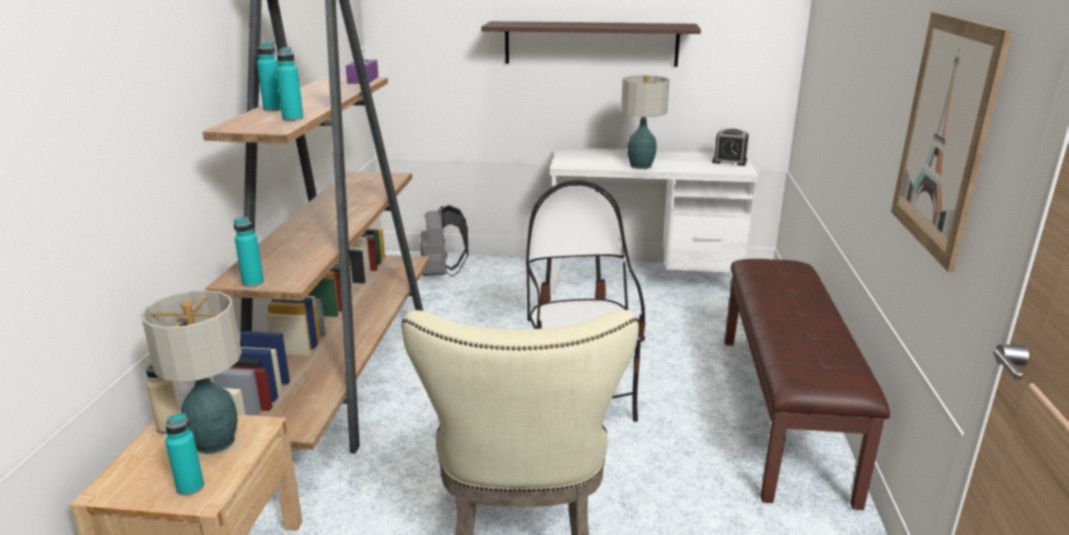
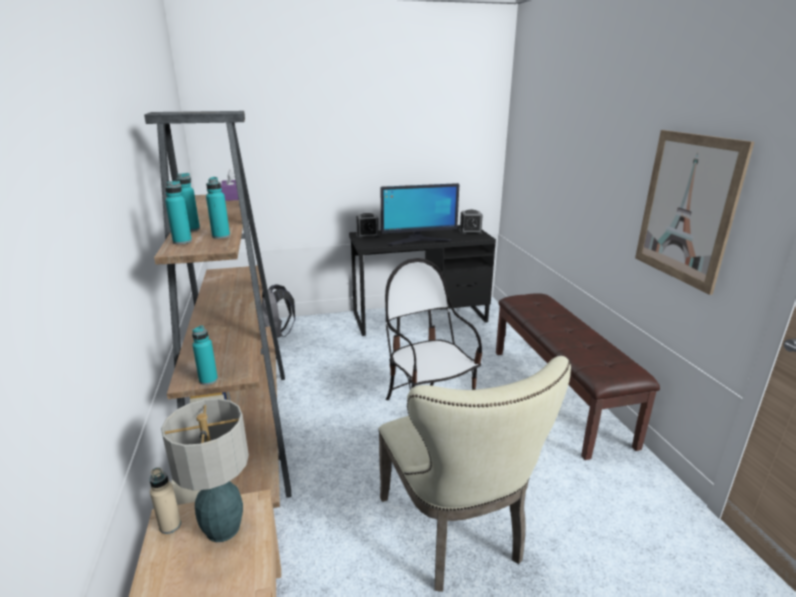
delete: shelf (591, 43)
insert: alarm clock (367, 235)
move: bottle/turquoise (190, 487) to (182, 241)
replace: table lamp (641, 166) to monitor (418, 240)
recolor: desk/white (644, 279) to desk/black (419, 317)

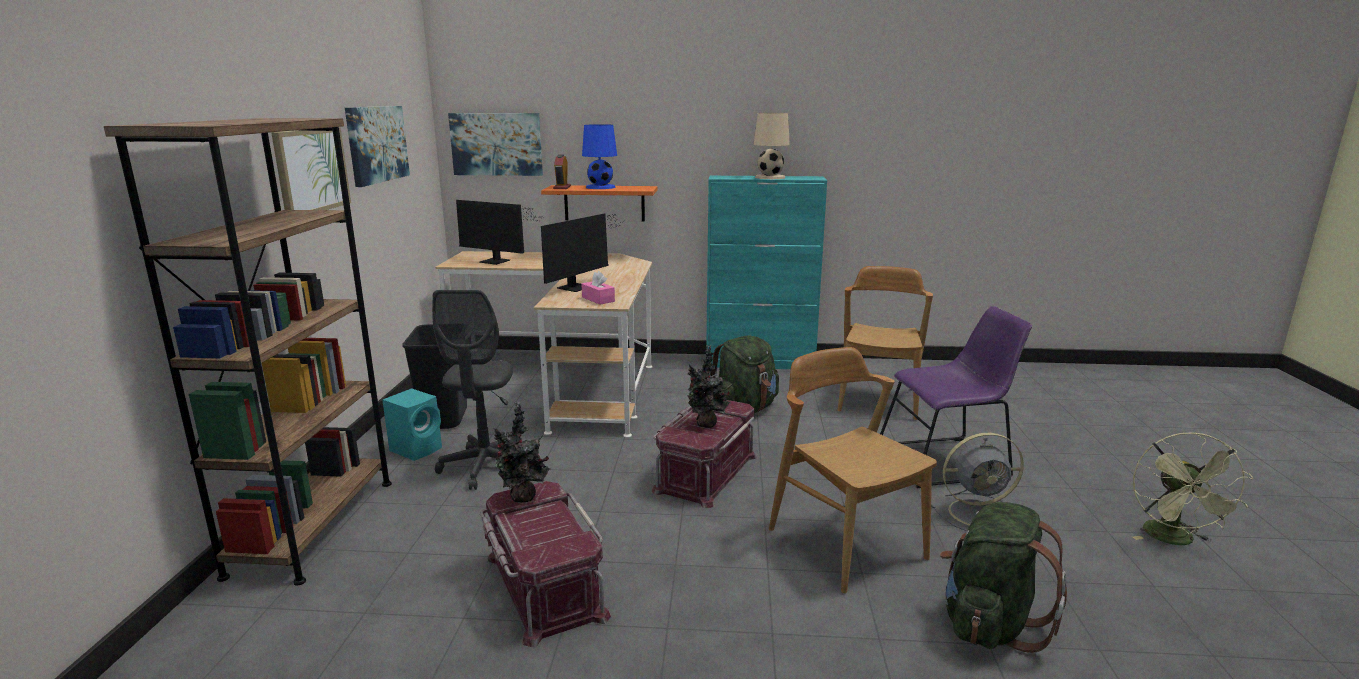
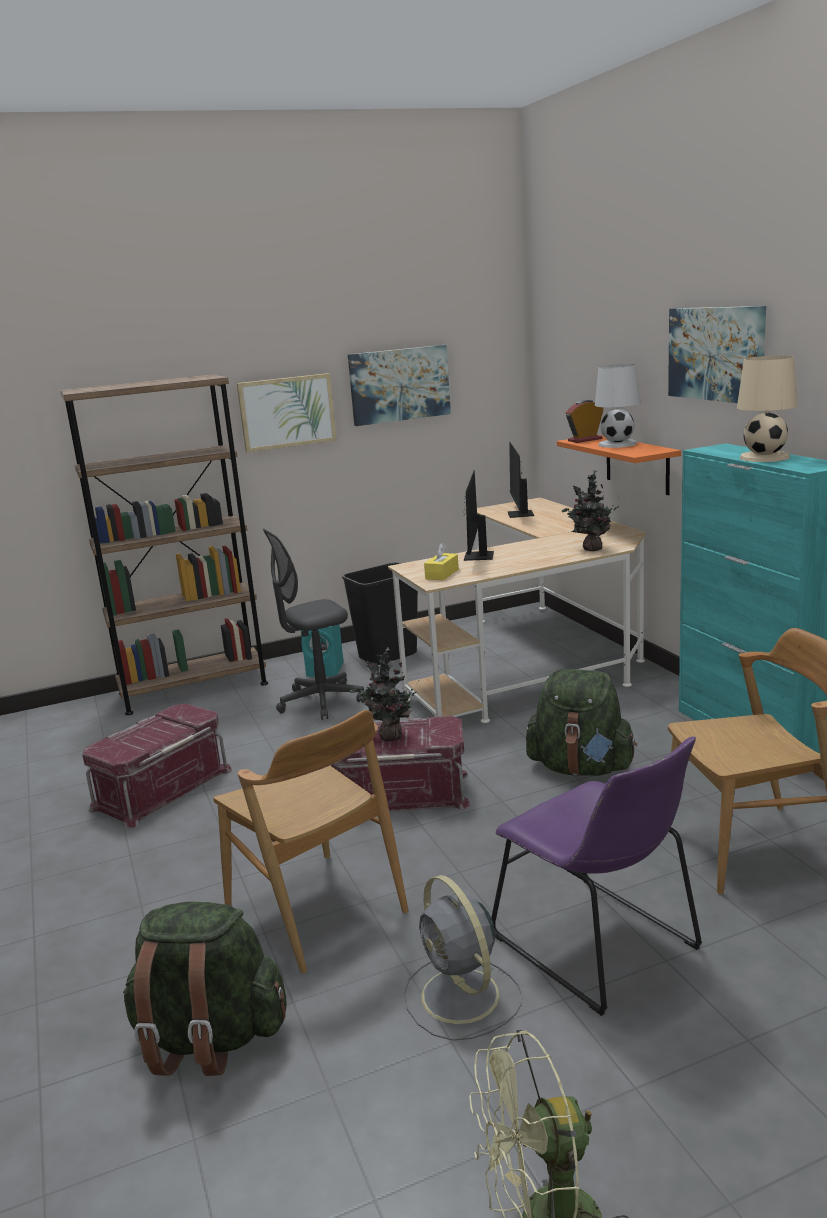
move: potted plant (522, 498) to (591, 549); picture (496, 144) to (716, 353)
recolor: tissue box/pink (598, 299) to tissue box/yellow (442, 574); table lamp/blue (600, 187) to table lamp/white (618, 444)
rotate: chair/brown (846, 543) = (316, 910) 105 degrees clockwise; monitor (579, 286) = (477, 557) 90 degrees clockwise

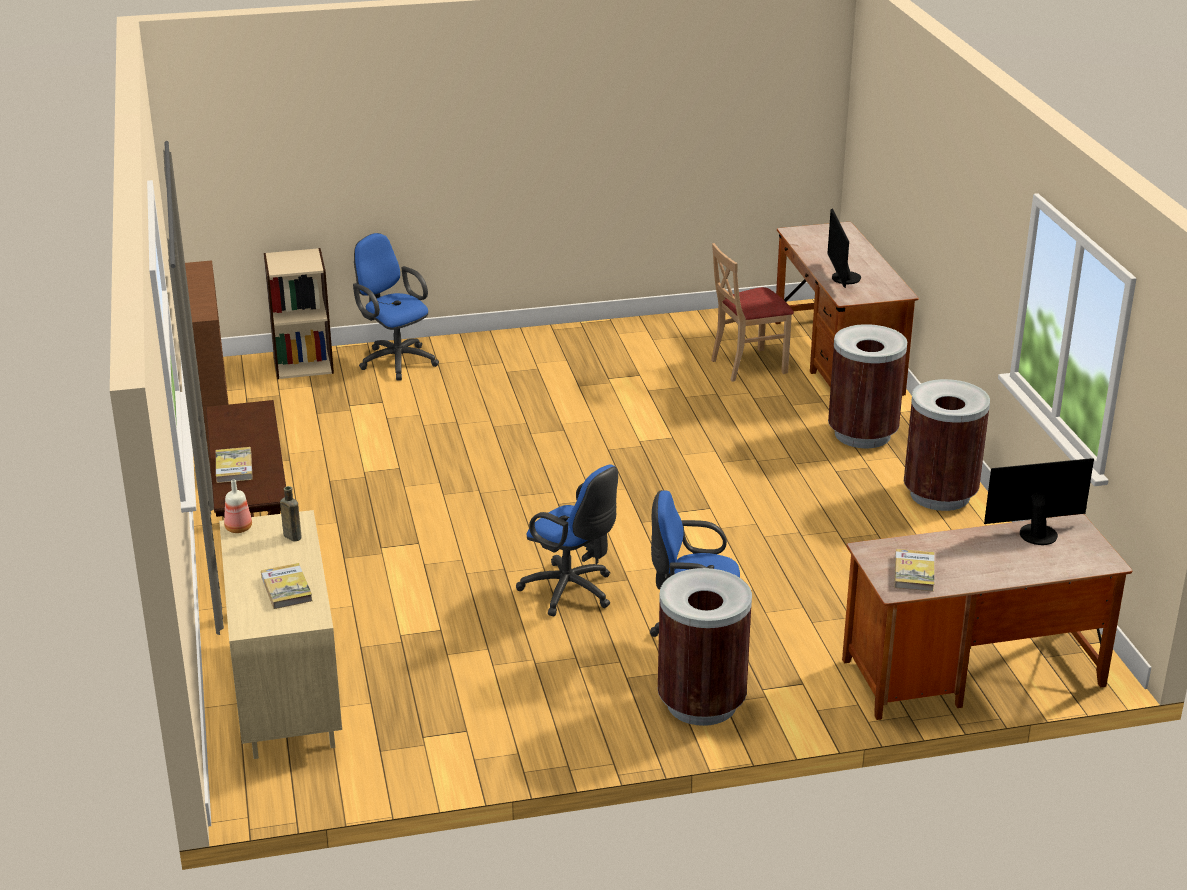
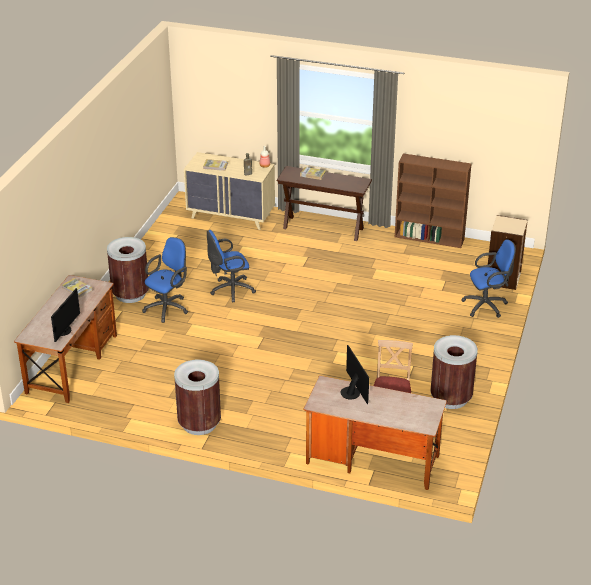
move: trash can/brown (863, 434) to (451, 398)
rotate: monitor (842, 278) = (352, 392) 45 degrees clockwise

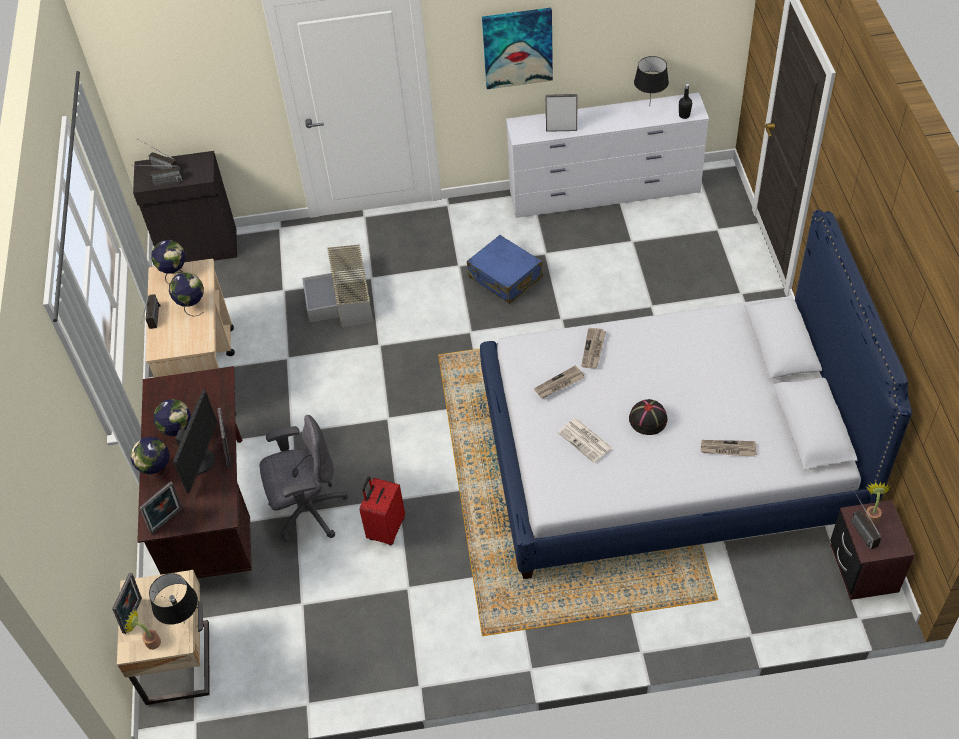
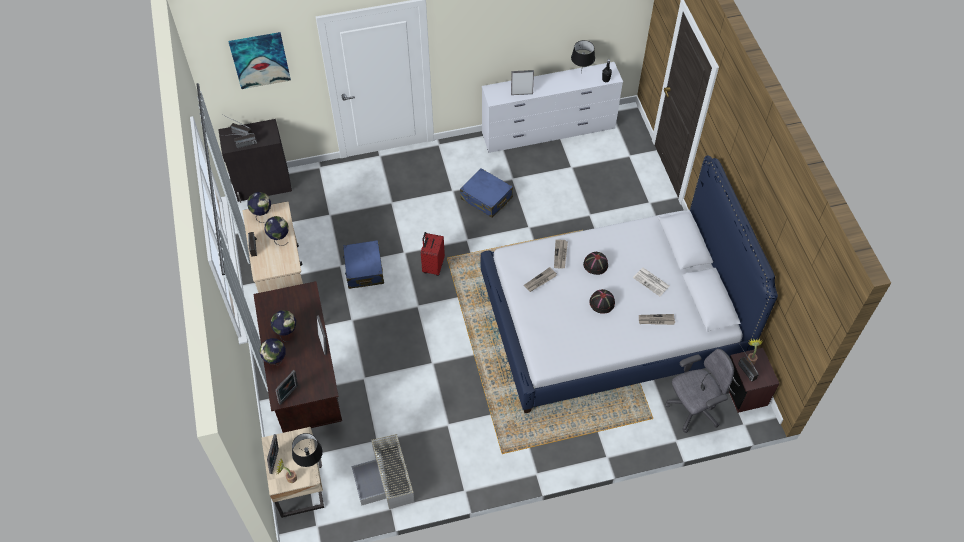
delete: monitor (200, 461)
insert: suitcase/blue (364, 269); hat/black (595, 264)
move: picture (517, 47) to (260, 59); storage box/grey (343, 299) to (386, 480); suitcase/red (385, 529) to (433, 266); newspaper (586, 441) to (651, 282); office chair/grey (307, 511) to (693, 409)

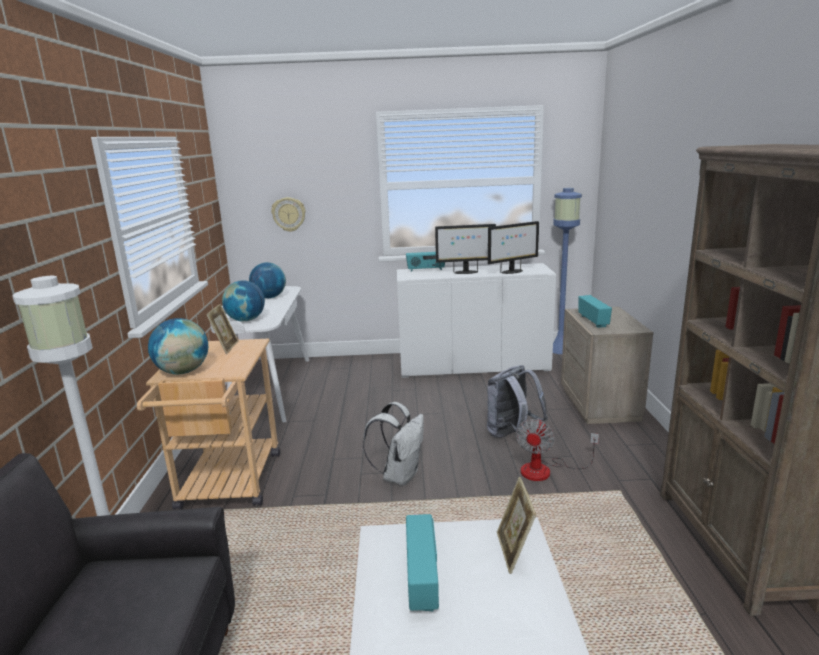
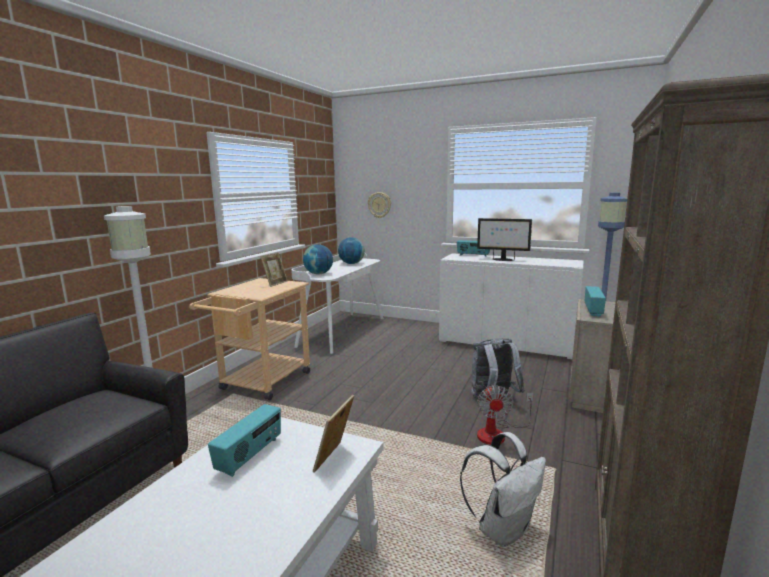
delete: globe (183, 372); monitor (512, 272)
move: backpack/white (400, 475) to (503, 529)
rotate: fan (545, 470) = (498, 433) 45 degrees counterclockwise

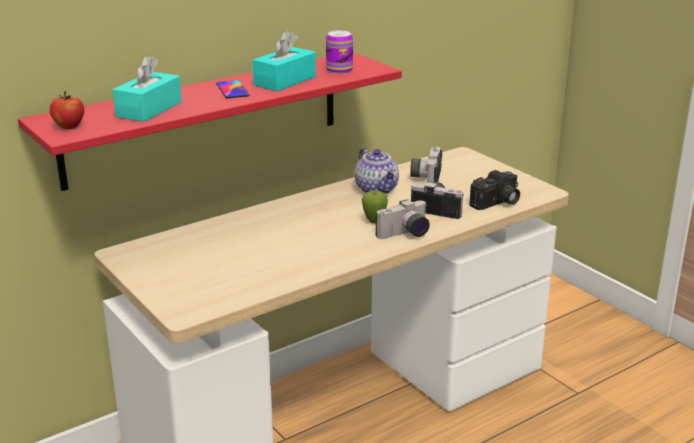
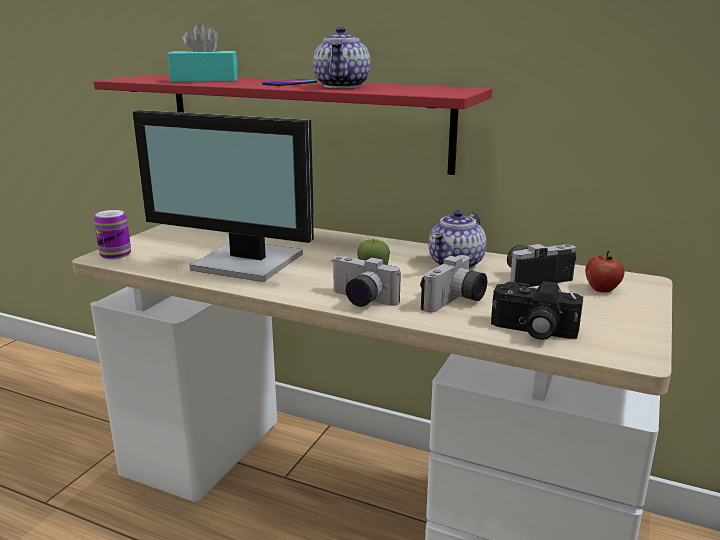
insert: monitor (247, 264)
move: can (339, 70) to (115, 255); apple (69, 127) to (602, 289)
replace: tissue box/turquoise (285, 81) to teapot (343, 86)
rotate: photo camera (438, 209) = (456, 302) 45 degrees clockwise

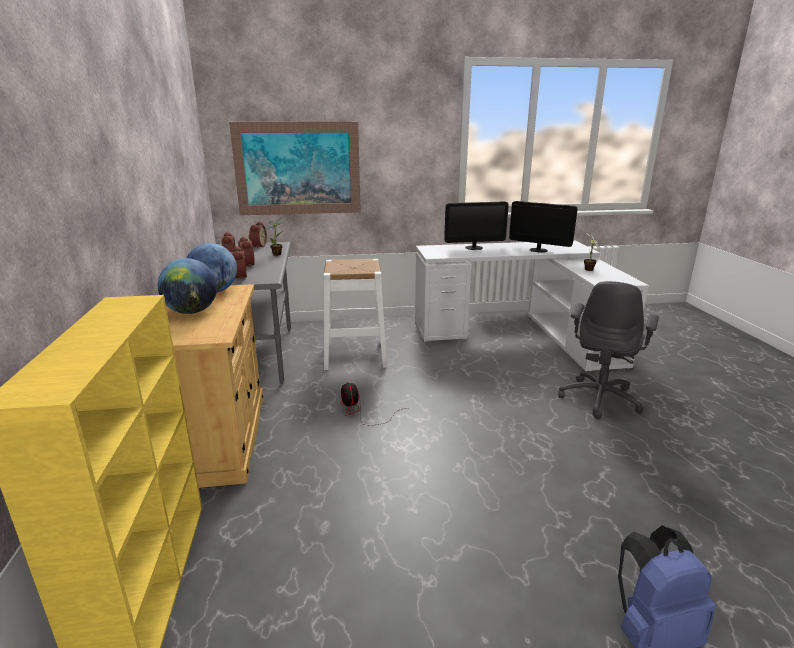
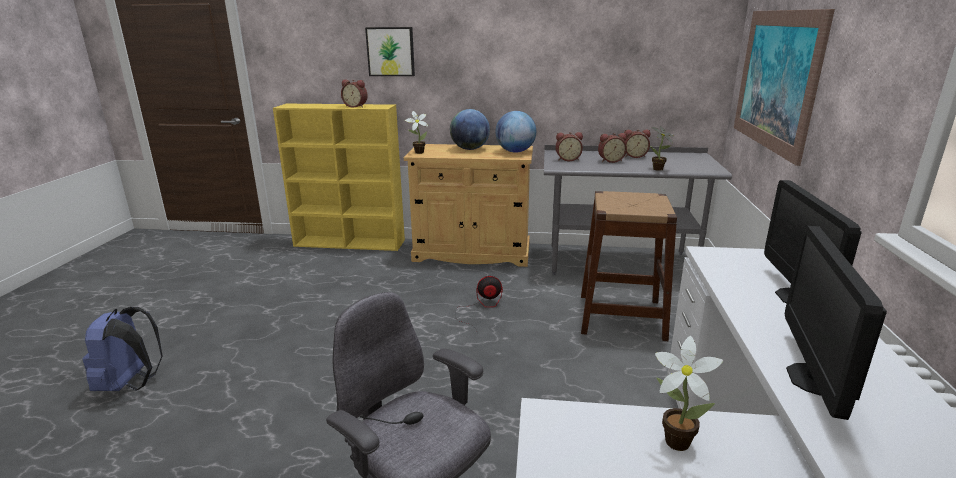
insert: picture (391, 51); potted plant (417, 152)
move: alarm clock (257, 246) to (356, 106)
recolor: stool/white (355, 354) to stool/brown (621, 316)
rotate: monitor (538, 250) = (812, 379) 150 degrees clockwise

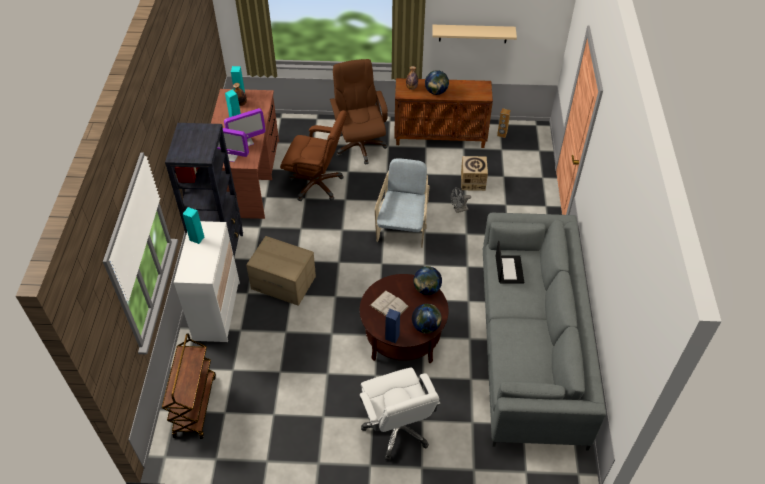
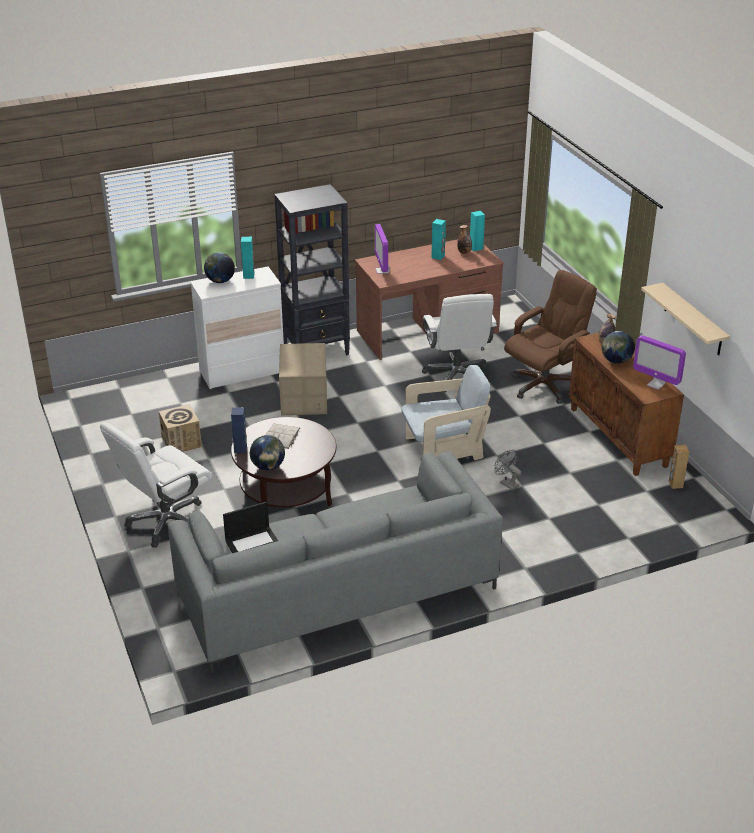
delete: cart/brown (194, 405)
move: cardboard box (472, 181) to (181, 442); globe (427, 289) to (220, 281); laptop (508, 269) to (253, 543); monitor (247, 142) to (656, 384)
recolor: office chair/brown (316, 184) to office chair/white (457, 375)

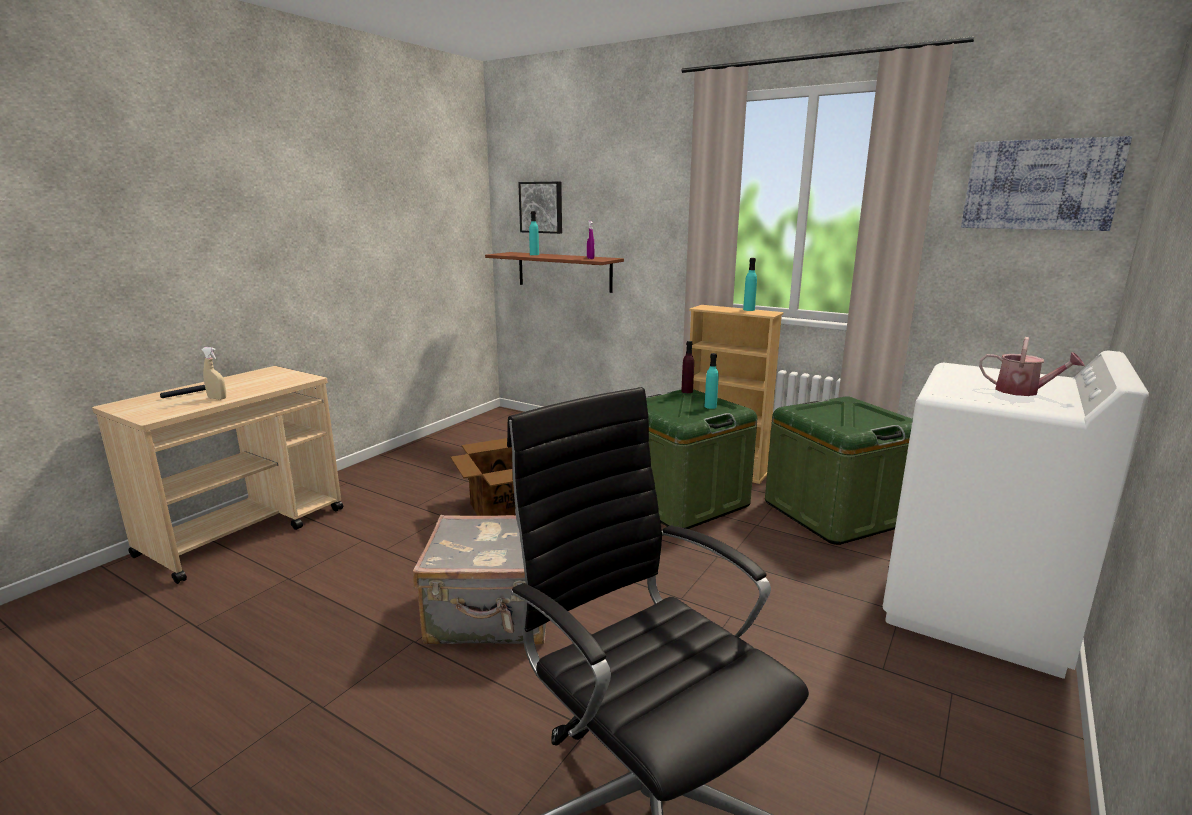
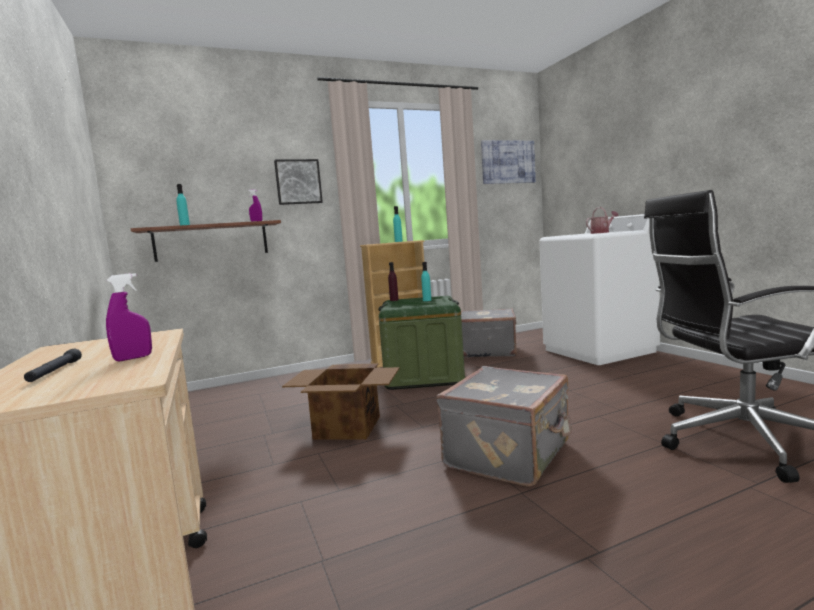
move: picture (542, 207) to (298, 182)
replace: storage box/green (835, 512) to suitcase/grey (487, 351)
recolor: spray bottle/beige (217, 398) to spray bottle/purple (133, 358)

